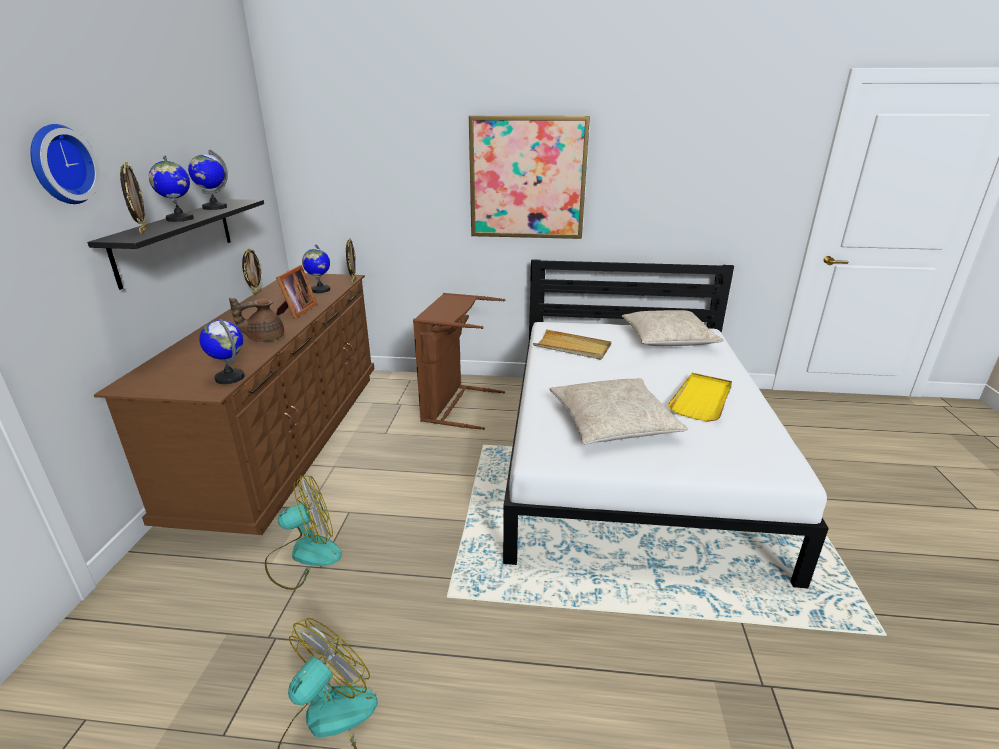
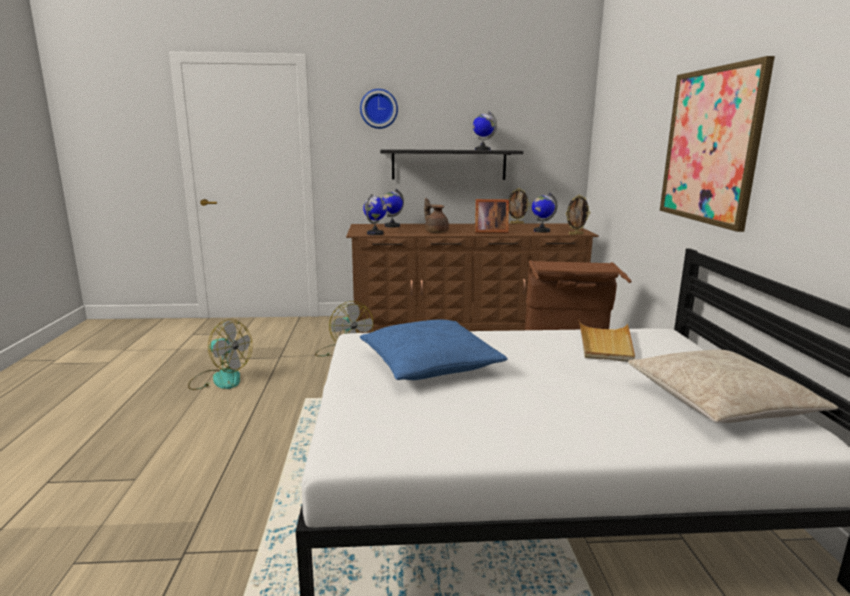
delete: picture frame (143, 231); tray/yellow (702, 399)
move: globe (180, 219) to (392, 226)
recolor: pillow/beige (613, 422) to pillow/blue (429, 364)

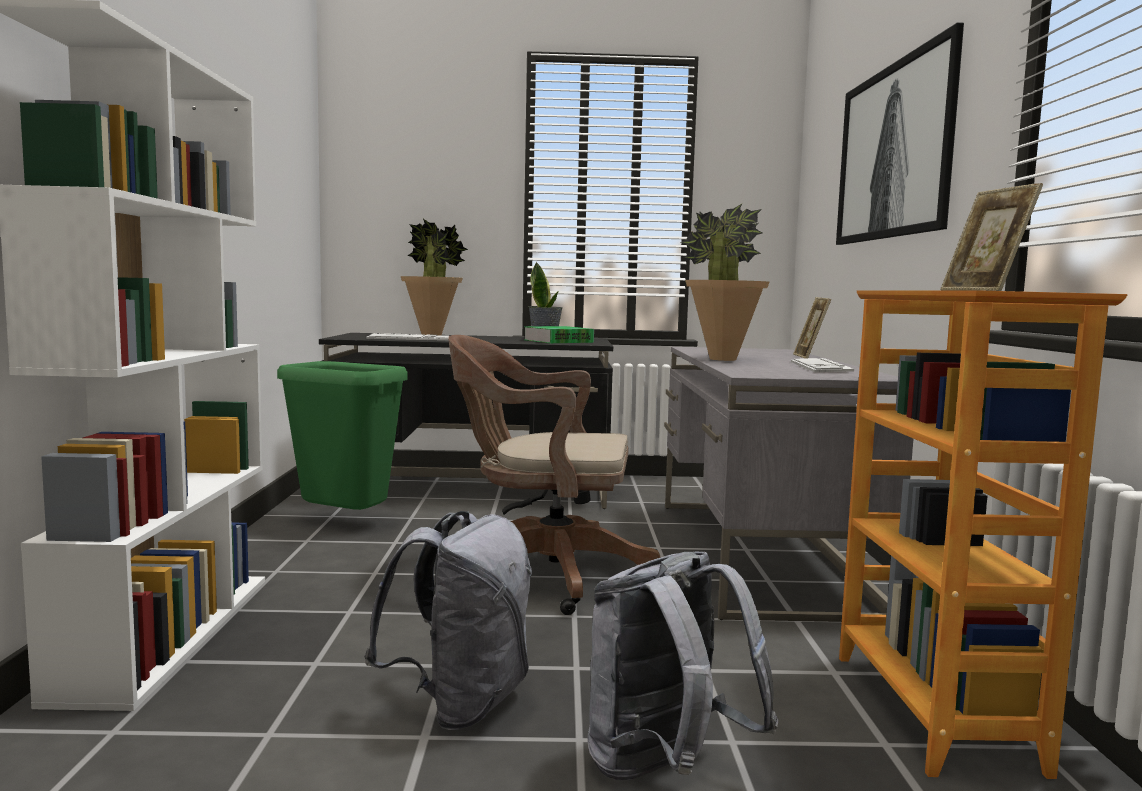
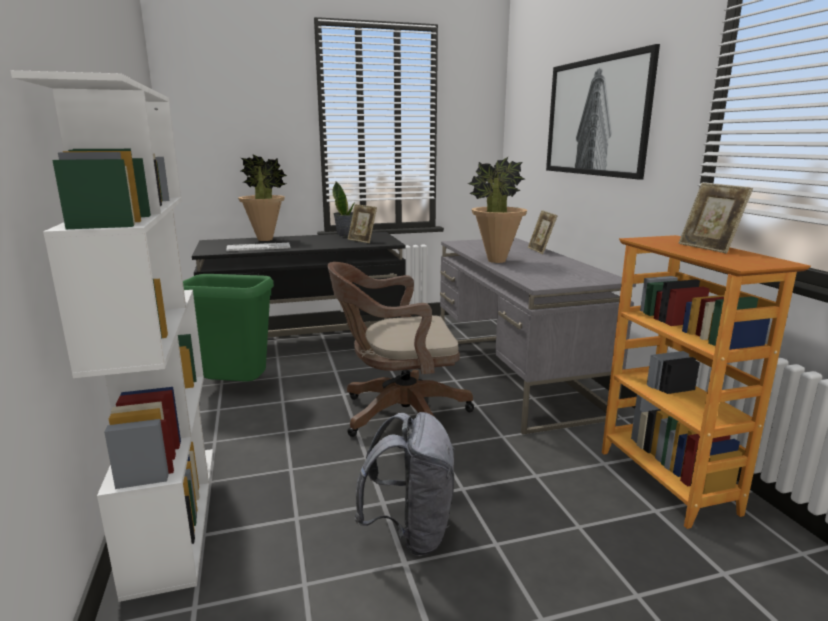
delete: backpack/grey (665, 770); keyboard (820, 367)
replace: book (558, 341) to picture frame (362, 240)

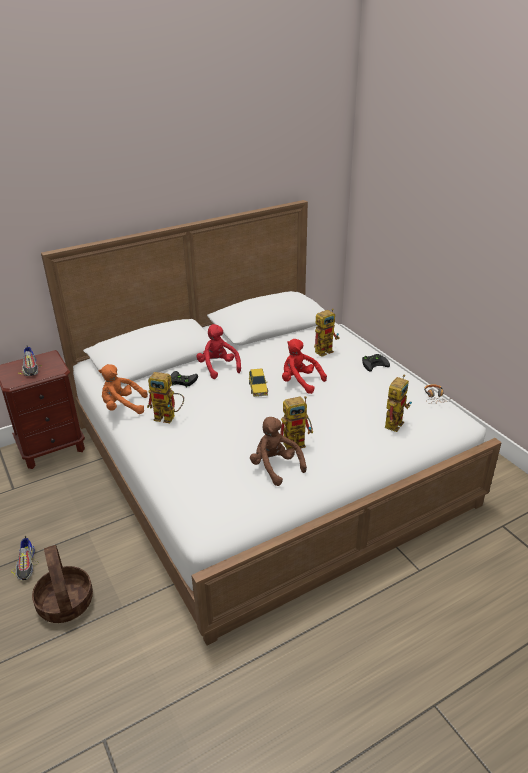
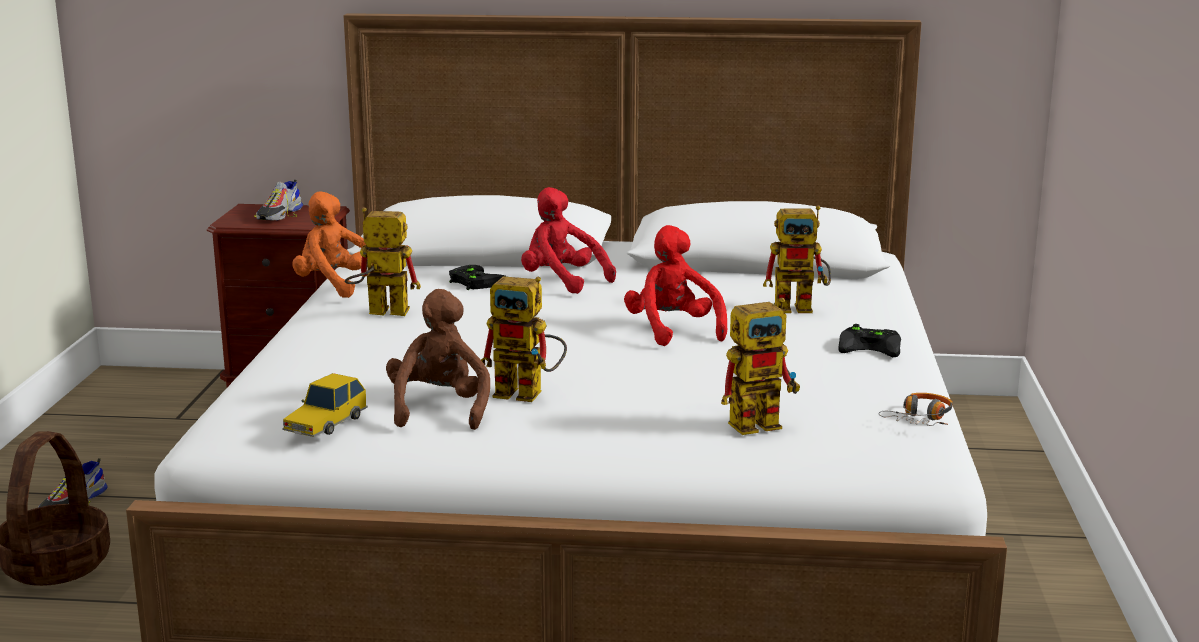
move: toy car (258, 388) to (325, 423)
rotate: toy robot (169, 417) = (379, 312) 135 degrees clockwise; plush toy/red (218, 367) = (561, 282) 60 degrees counterclockwise

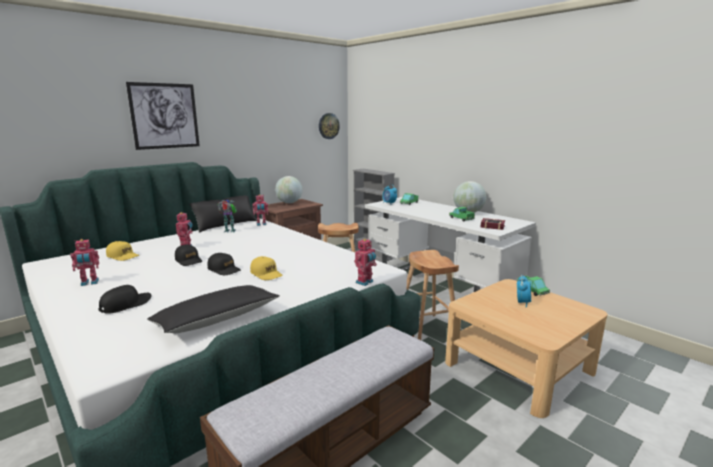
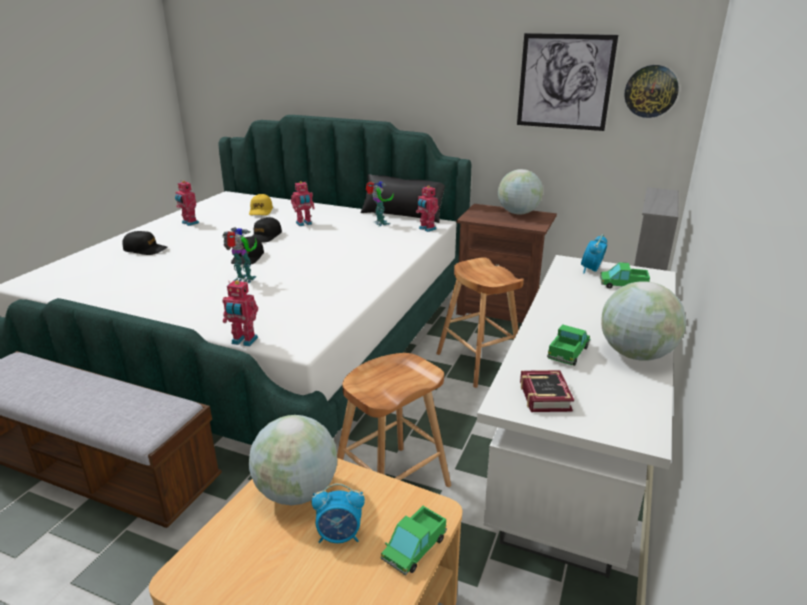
delete: pillow/black (216, 319)
insert: globe (297, 492)
move: picture (164, 116) to (564, 82)
replace: cap/yellow (266, 274) to toy robot (245, 280)

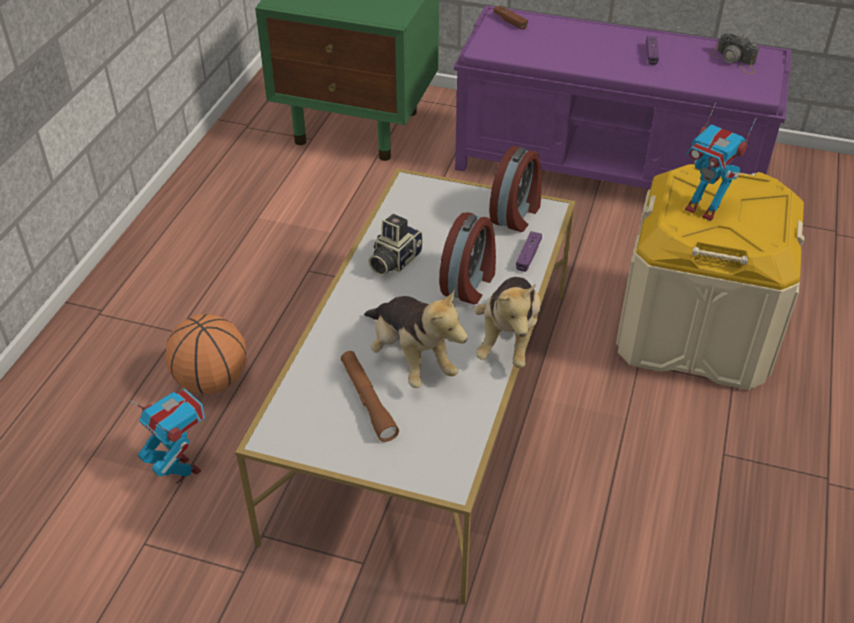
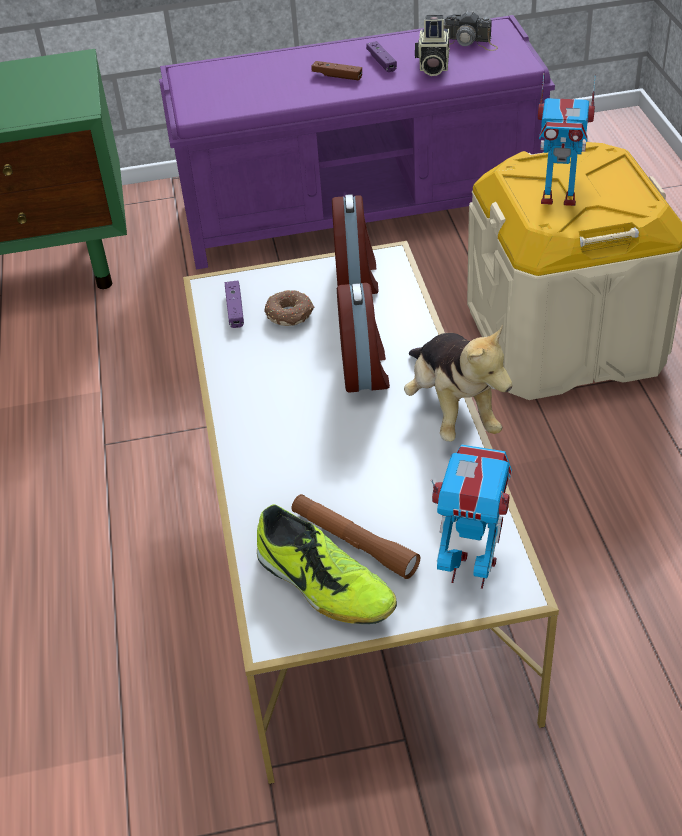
delete: basketball (212, 381); plush toy (411, 359)
insert: shoe (324, 585); donut (290, 314)
move: game controller/purple (528, 256) to (235, 309); game controller/brown (510, 21) to (337, 76); photo camera (393, 260) to (432, 65); toy robot (181, 469) to (470, 569)

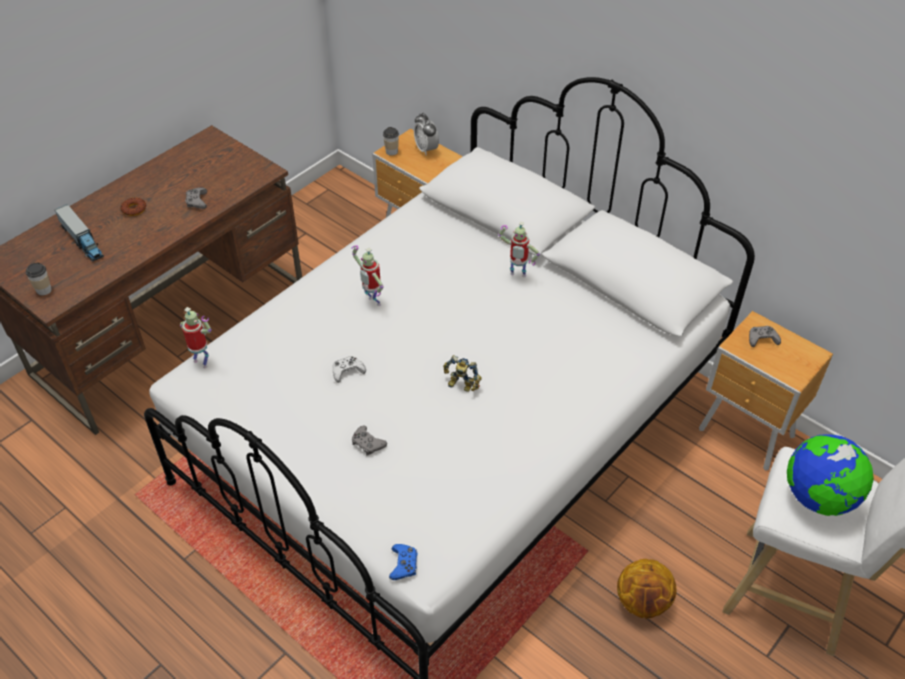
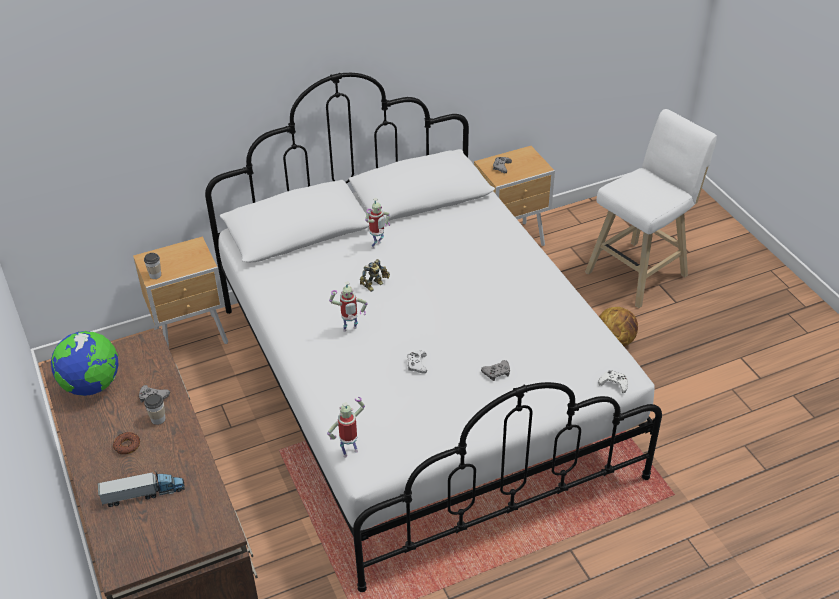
delete: alarm clock (426, 149)
move: globe (818, 497) to (92, 385); cup (44, 290) to (158, 419); toy robot (461, 386) to (375, 285)
recolor: game controller/blue (404, 564) to game controller/white (614, 383)

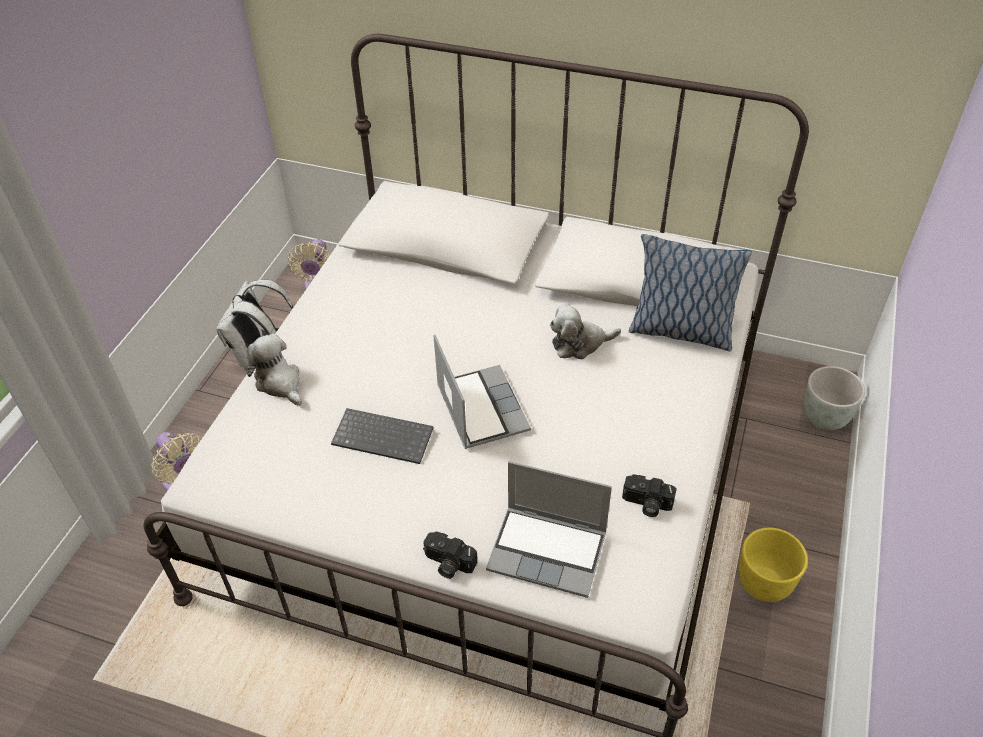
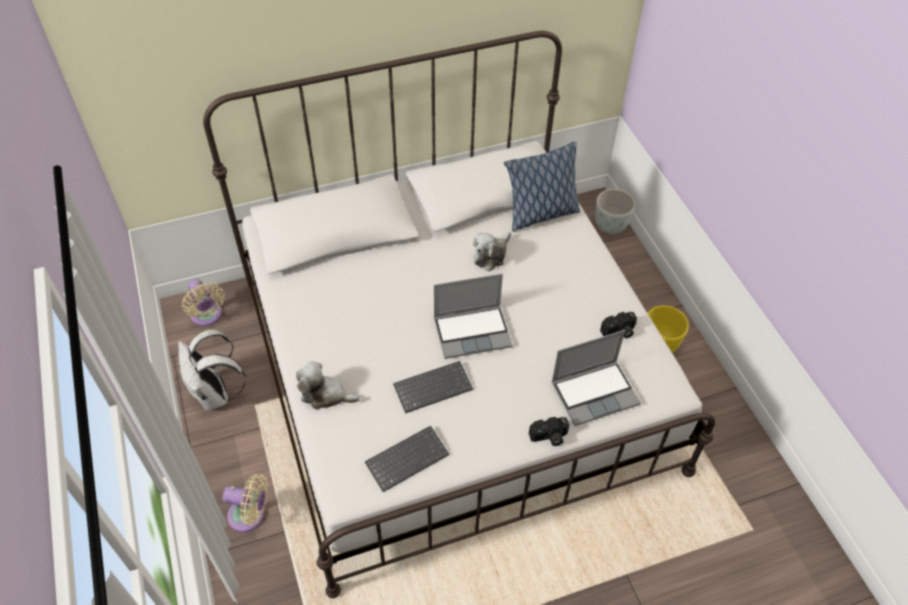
insert: keyboard (407, 457)
rotate: laptop (480, 408) = (473, 332) 135 degrees clockwise

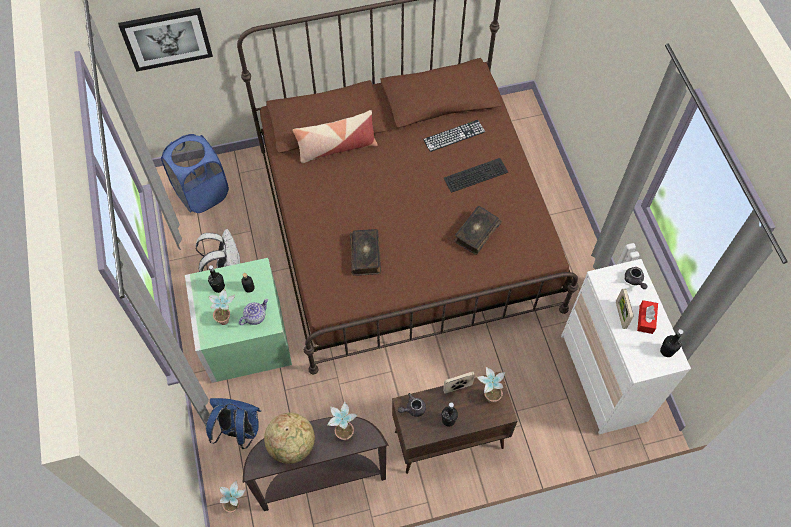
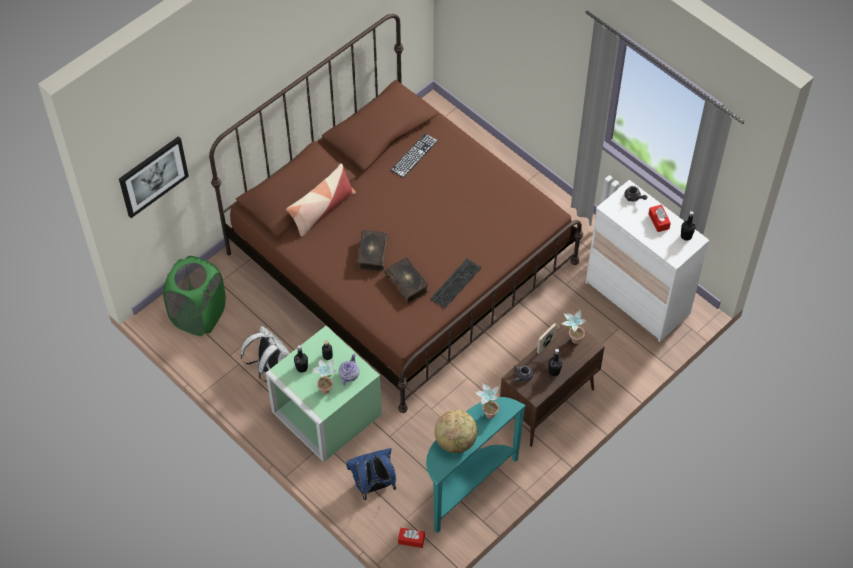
delete: picture frame (620, 315)
move: book (476, 233) to (372, 254); keyboard (475, 174) to (455, 282)
replace: potted plant (236, 504) to tissue box/red (411, 540)
recolor: laundry basket/blue (202, 193) to laundry basket/green (199, 315); console table/brown (321, 479) to console table/turquoise (467, 486)

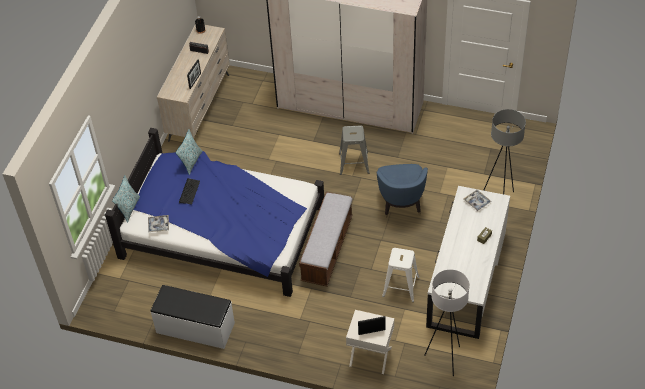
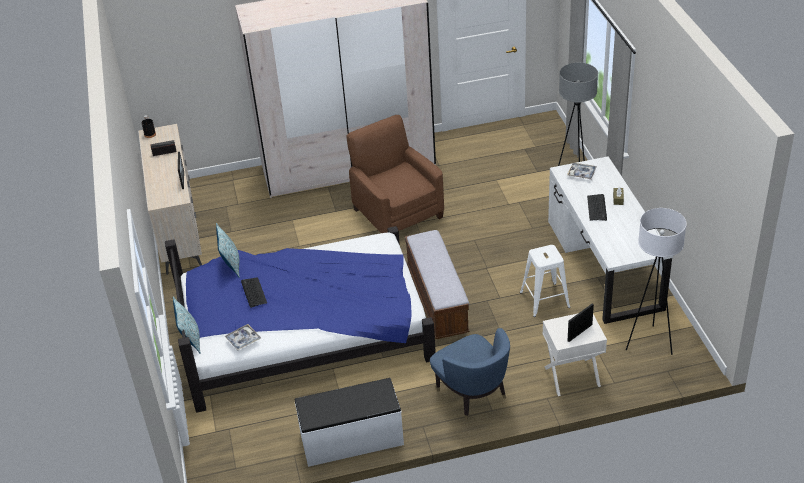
insert: keyboard (597, 208)
move: armchair/blue (401, 203) to (472, 395)
replace: stool/grey (354, 162) to armchair/brown (397, 213)

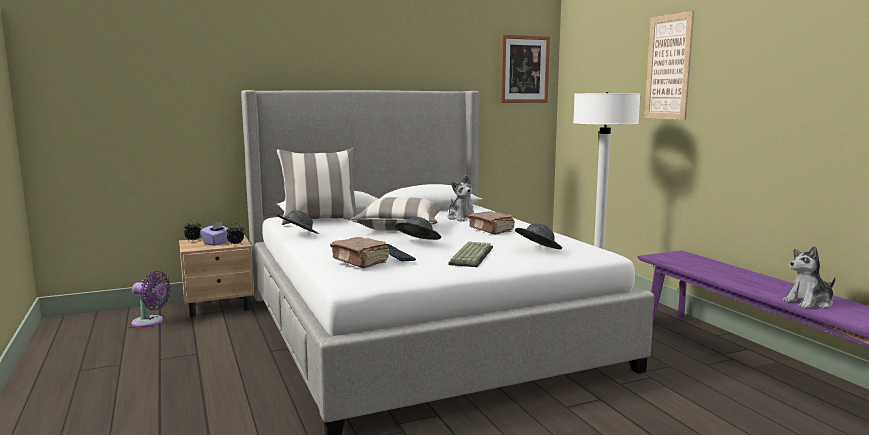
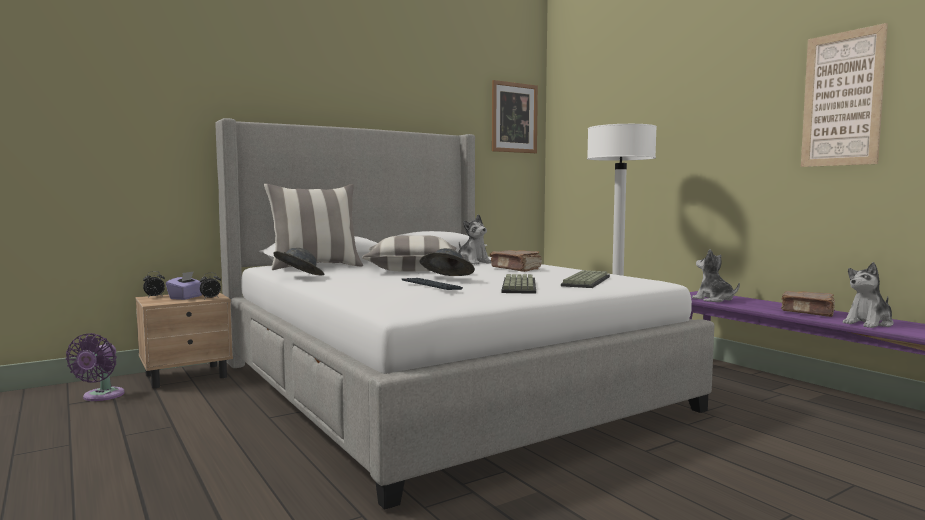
insert: plush toy (714, 300)
move: book/brown (360, 261) to (808, 312); picture (668, 67) to (842, 99)
replace: hat/grey (537, 251) to keyboard (585, 281)
rotate: fan/purple (150, 322) = (101, 396) 90 degrees clockwise

